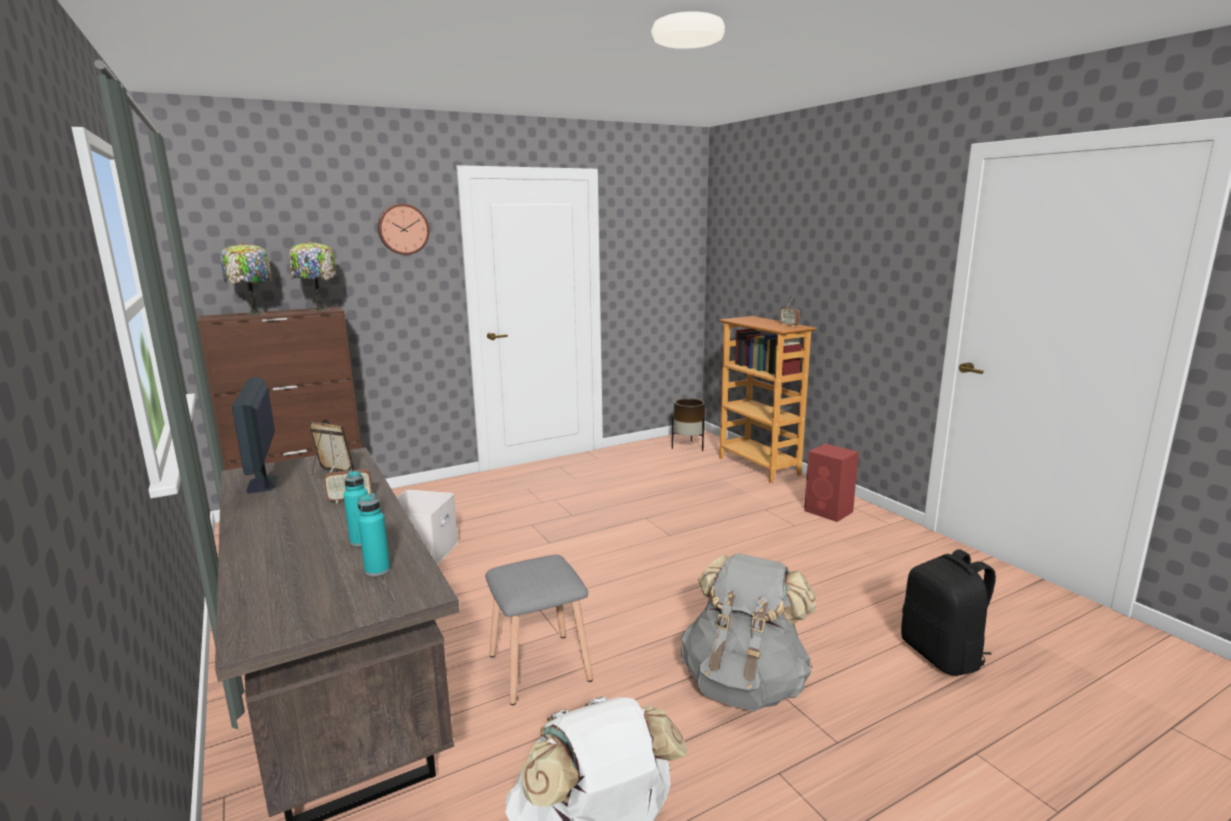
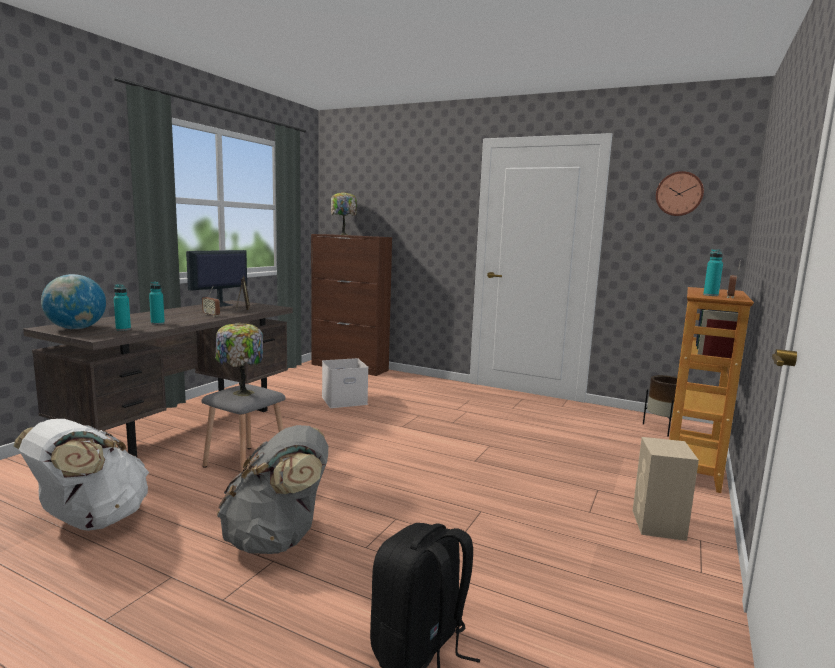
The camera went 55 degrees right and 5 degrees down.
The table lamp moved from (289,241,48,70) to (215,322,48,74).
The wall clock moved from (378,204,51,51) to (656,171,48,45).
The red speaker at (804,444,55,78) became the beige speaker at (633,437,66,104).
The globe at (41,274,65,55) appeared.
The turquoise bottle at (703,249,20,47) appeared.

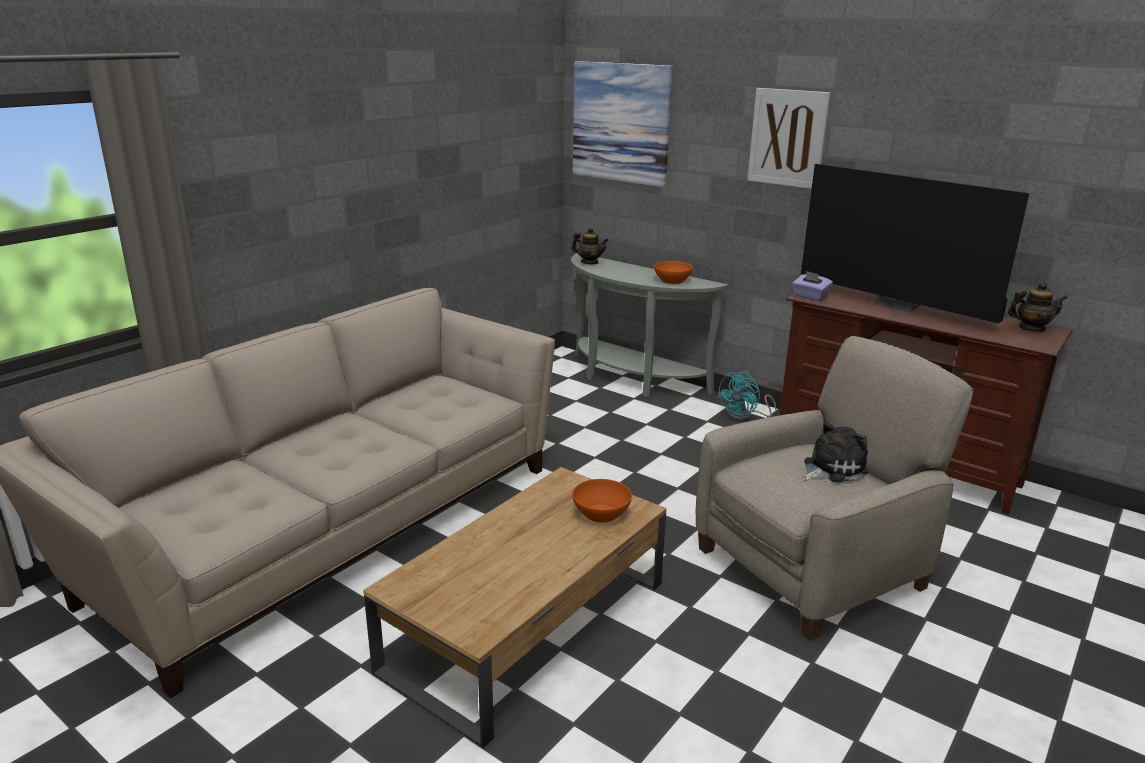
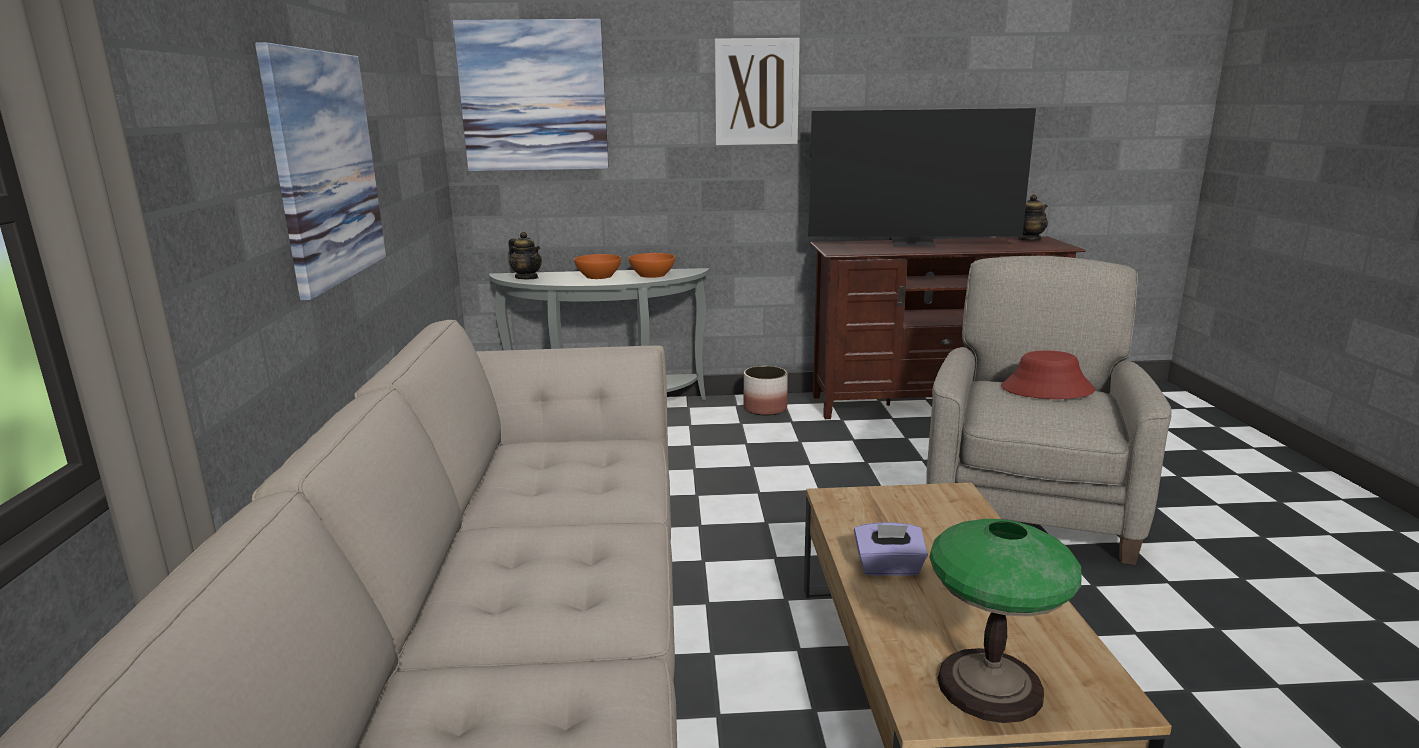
The camera went 40 degrees left and 5 degrees down.
The teapot at (571,227,38,37) turned 60 degrees clockwise.
The orange bowl moved from (572,479,60,44) to (574,254,47,25).
The turquoise fan at (717,371,59,51) was replaced by the planter at (743,366,45,50).
The purple tissue box moved from (792,271,41,30) to (854,522,74,54).
The plush toy at (803,422,66,60) was replaced by the red hat at (1001,351,94,48).
The picture at (255,42,131,258) appeared.
The table lamp at (929,519,152,204) appeared.

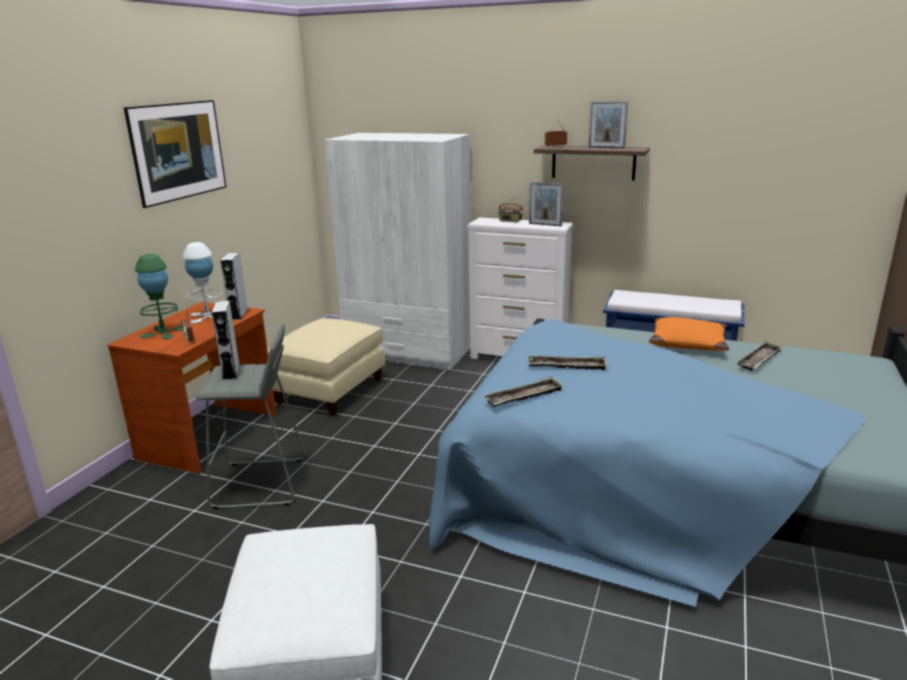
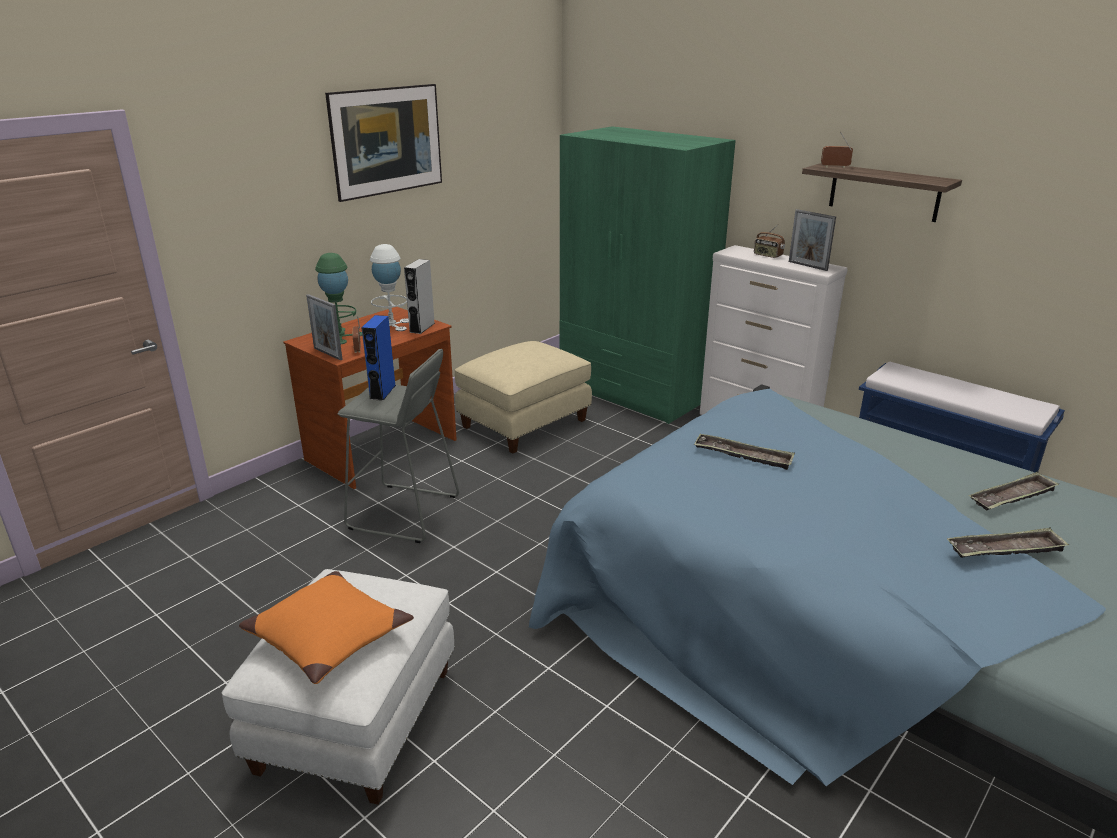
The camera went 20 degrees right and 5 degrees up.
The grey speaker at (212,300,28,80) became the blue speaker at (361,315,35,86).
The white wardrobe at (324,133,147,237) became the green wardrobe at (560,126,176,298).
The tray moved from (483,376,81,31) to (947,527,122,31).
The picture frame moved from (588,101,40,47) to (306,294,37,66).
The orange pillow moved from (649,317,80,34) to (239,571,175,113).

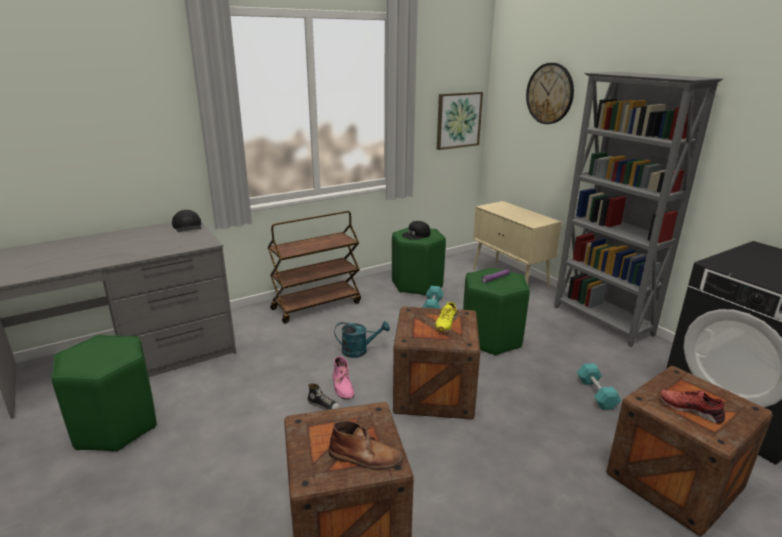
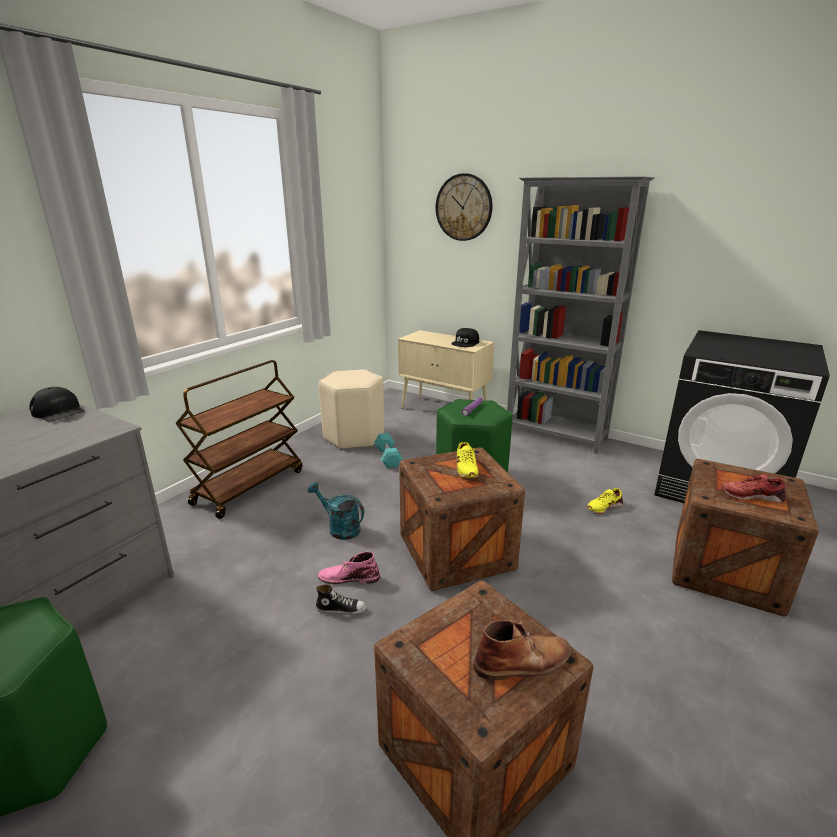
The camera went 25 degrees left and 0 degrees up.
The pink boot at (333,356,21,43) turned 135 degrees clockwise.
The turquoise watering can at (334,321,56,37) turned 120 degrees counterclockwise.
The green stool at (392,227,54,68) became the beige stool at (319,369,65,80).
The black cap moved from (402,221,29,19) to (451,328,28,19).
The picture at (437,92,46,58) disappeared.
The turquoise dumbbell at (577,363,44,47) was replaced by the yellow shoe at (587,488,36,26).

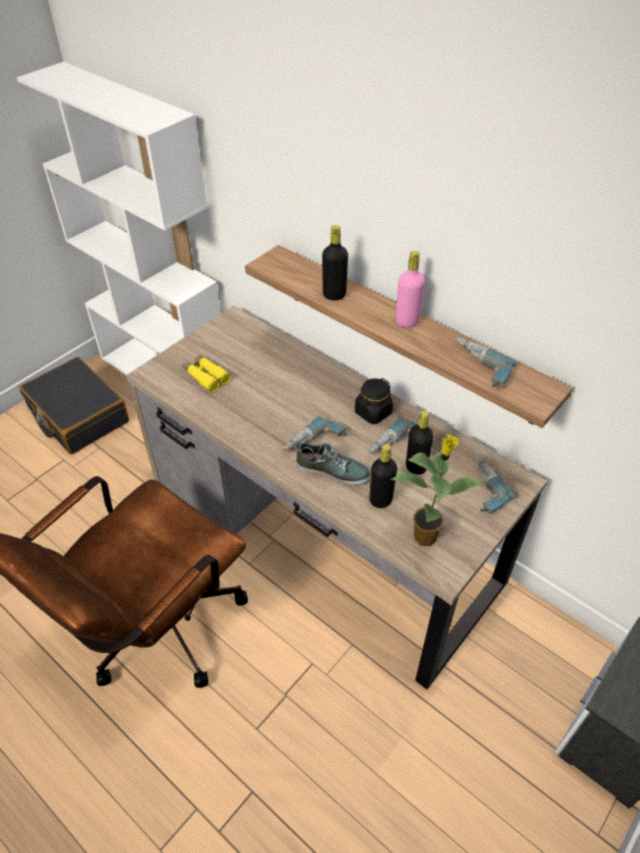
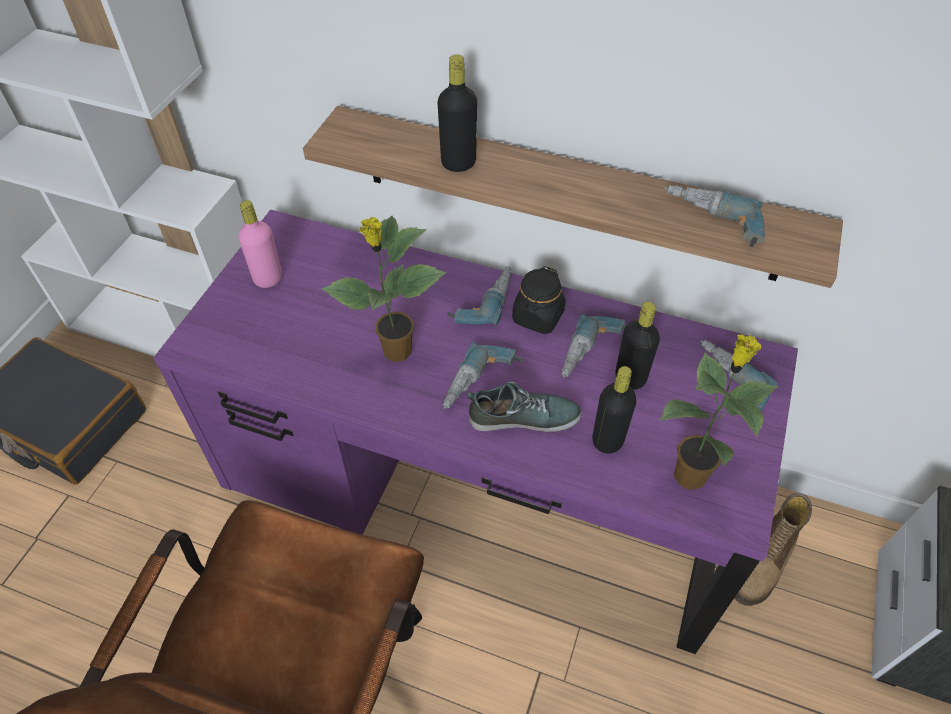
The camera went 20 degrees left and 5 degrees up.
The brown desk at (126,305,422,384) became the purple desk at (153,209,645,445).
The yellow binoculars at (182,354,49,38) disappeared.
The pink bottle moved from (395,251,30,77) to (238,200,44,88).
The potted plant at (321,216,125,146) appeared.
The power drill at (447,266,64,60) appeared.
The boot at (734,493,78,113) appeared.

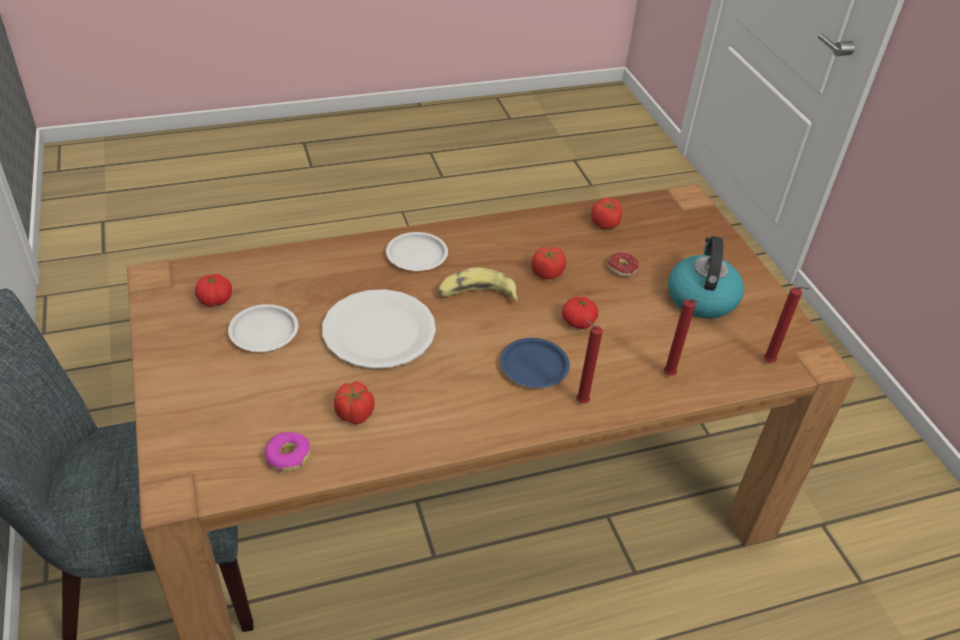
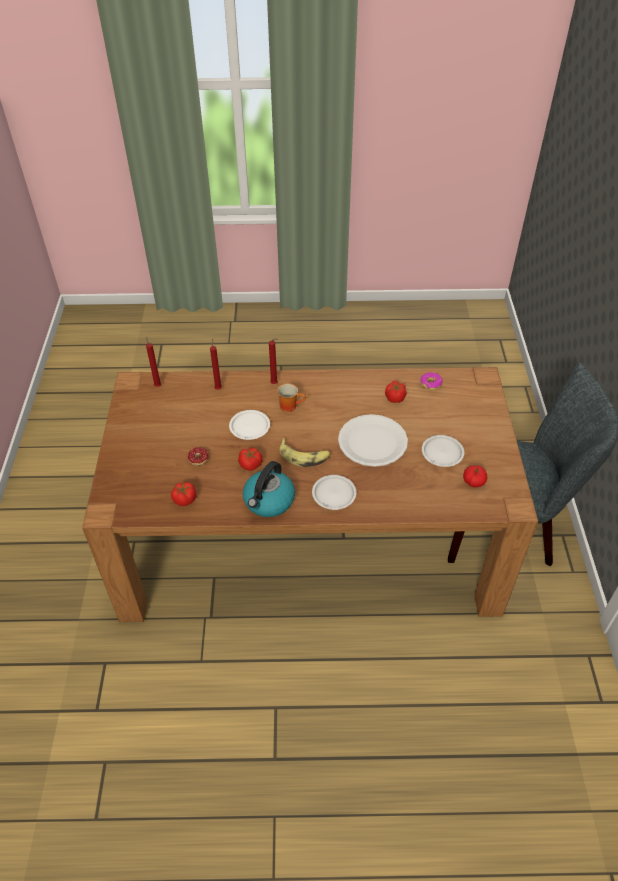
The camera went 160 degrees left and 5 degrees up.
The blue plate at (500,338,70,50) was replaced by the mug at (277,383,29,29).
The tomato at (562,297,36,32) was replaced by the white plate at (229,410,41,30).
The kettle moved from (668,236,76,83) to (243,461,52,56).

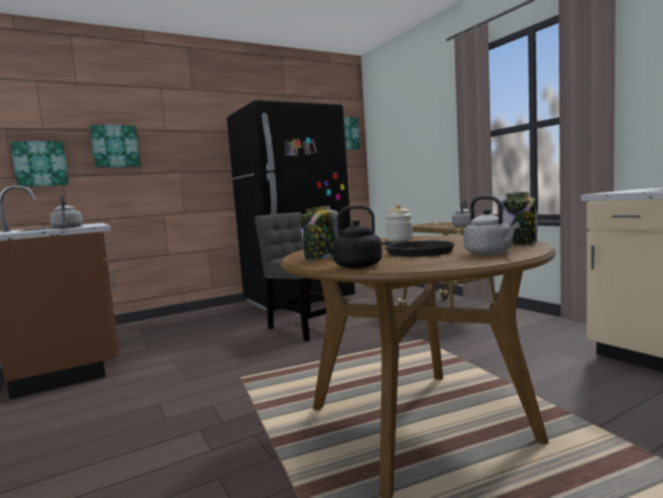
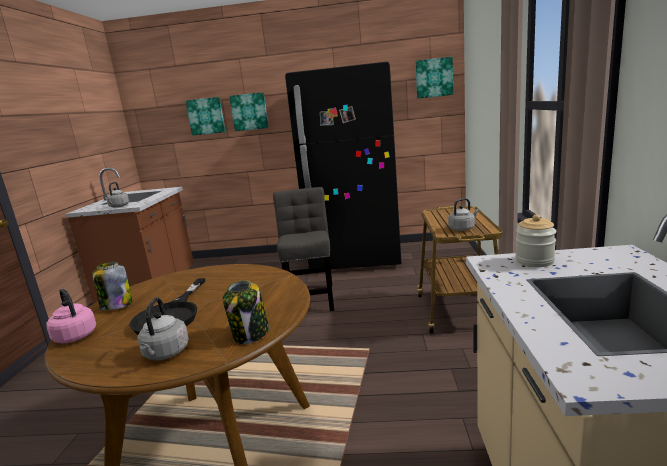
The camera went 35 degrees right and 10 degrees up.
The picture moved from (10,141,59,46) to (229,92,40,39).
The black kettle at (320,205,62,63) became the pink kettle at (46,289,50,54).
The jar moved from (385,204,28,37) to (515,214,41,53).

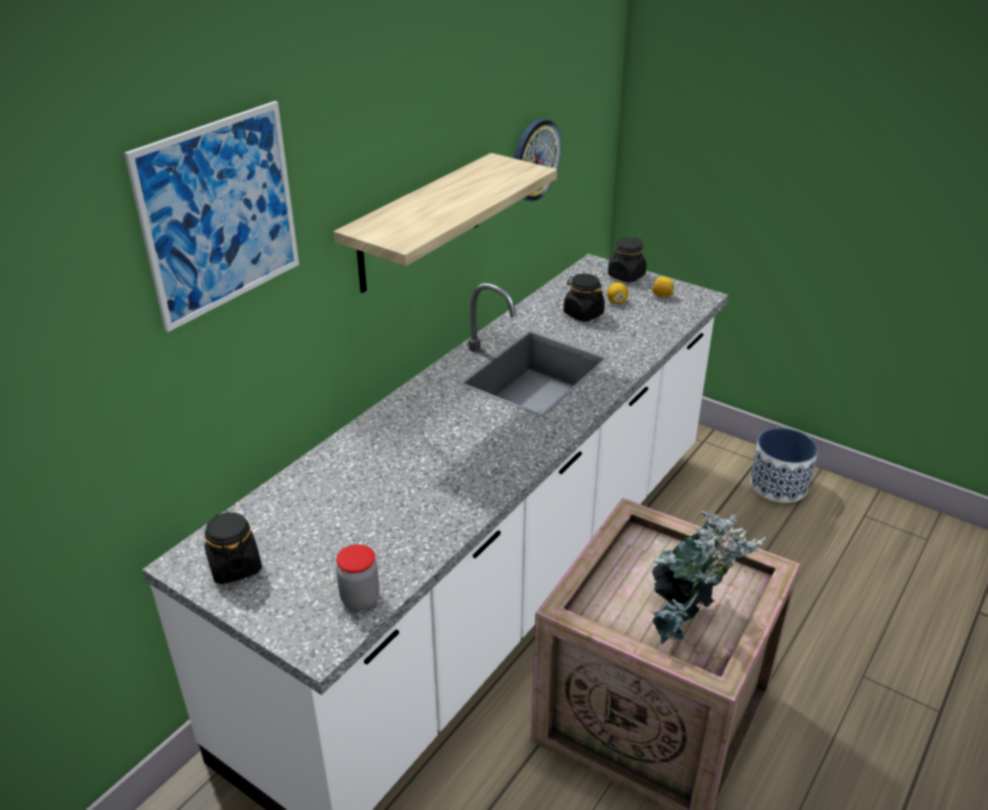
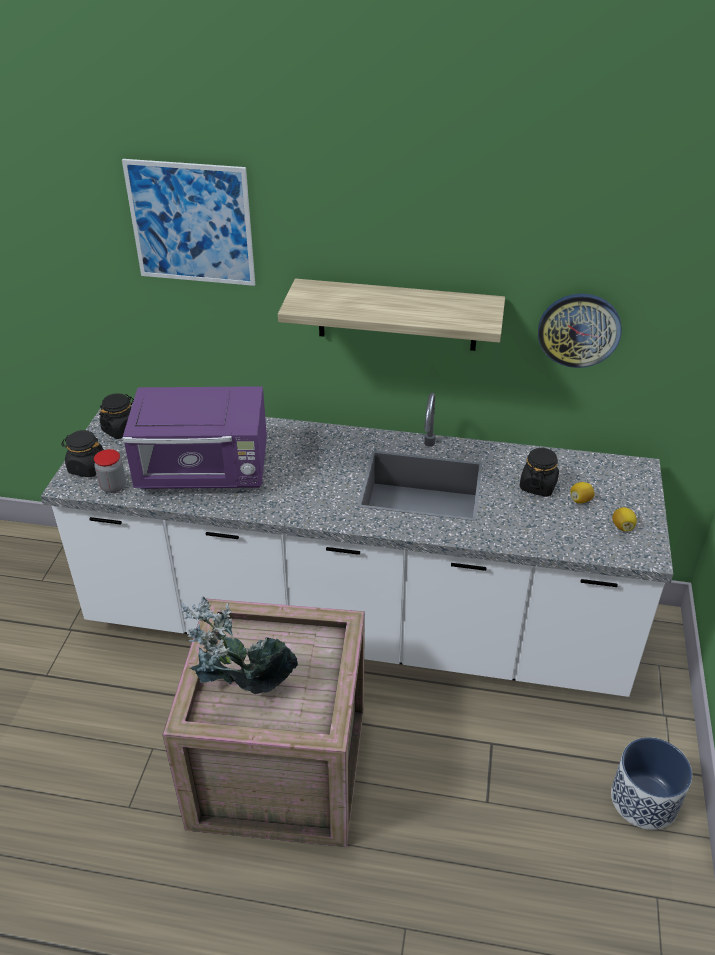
The camera went 65 degrees right and 5 degrees up.
The black jar moved from (608,238,39,44) to (61,430,43,47).
The purple microwave at (122,386,145,103) appeared.

